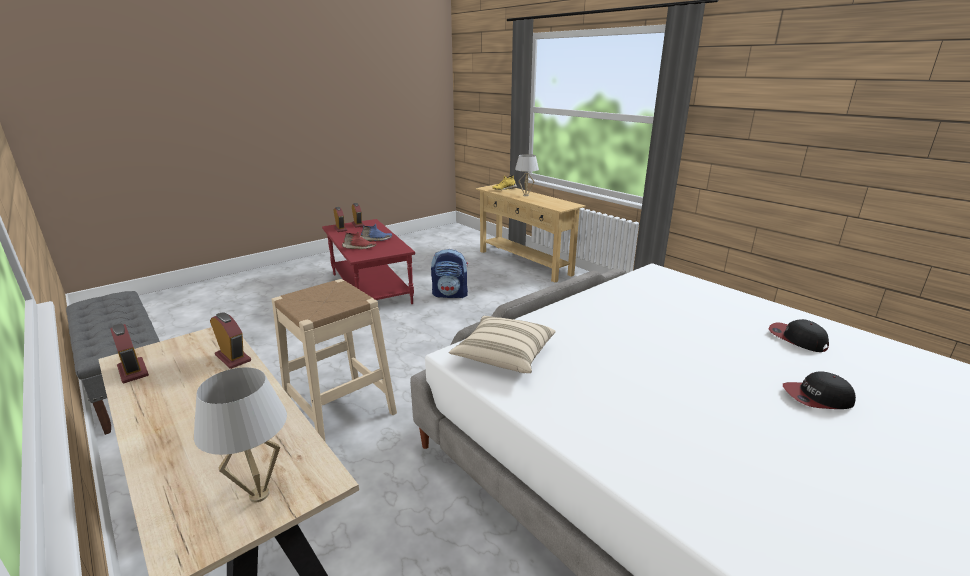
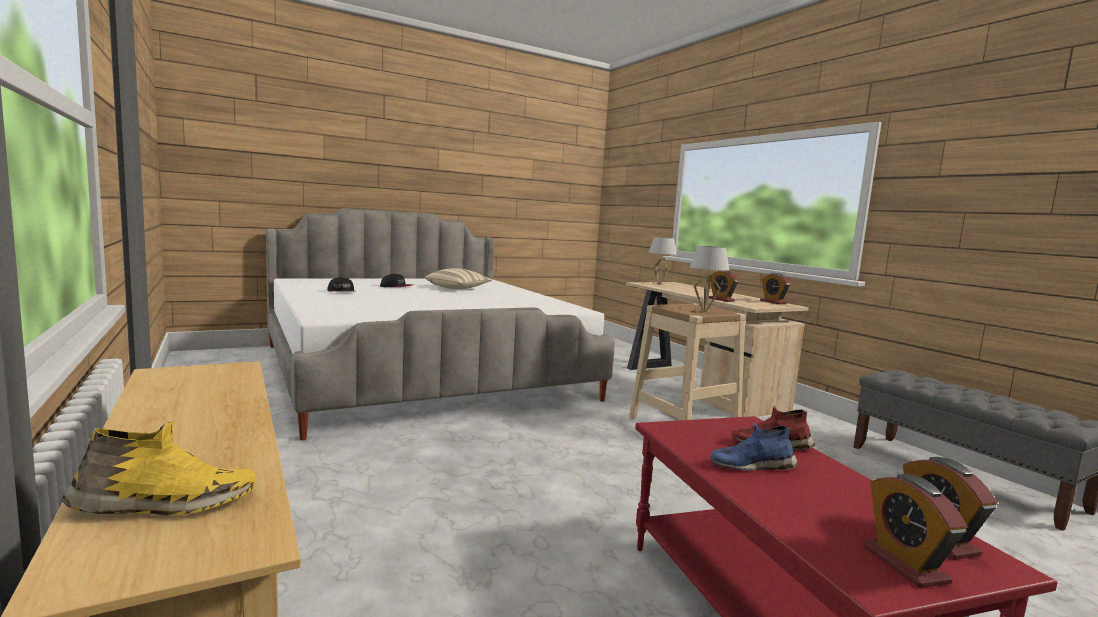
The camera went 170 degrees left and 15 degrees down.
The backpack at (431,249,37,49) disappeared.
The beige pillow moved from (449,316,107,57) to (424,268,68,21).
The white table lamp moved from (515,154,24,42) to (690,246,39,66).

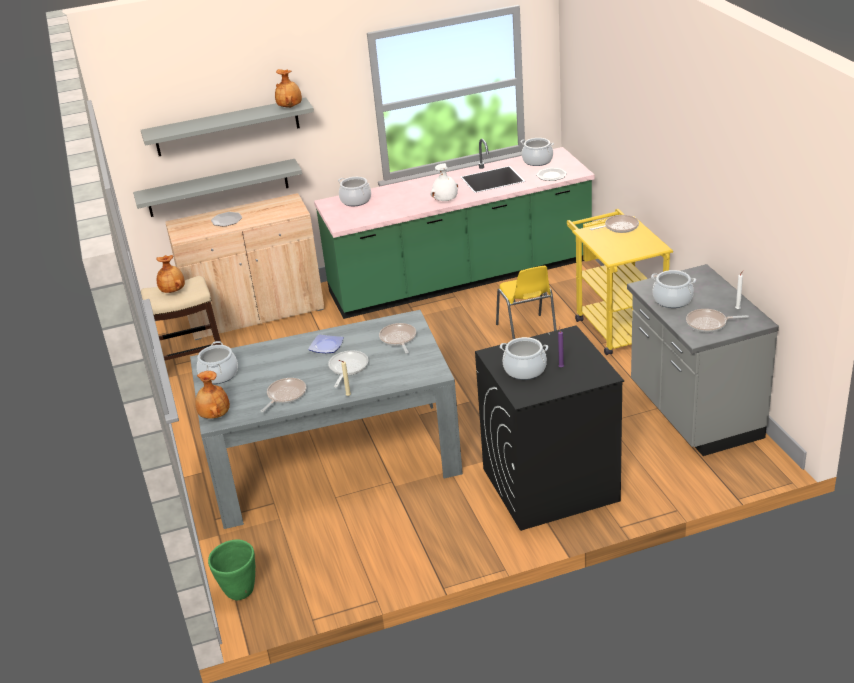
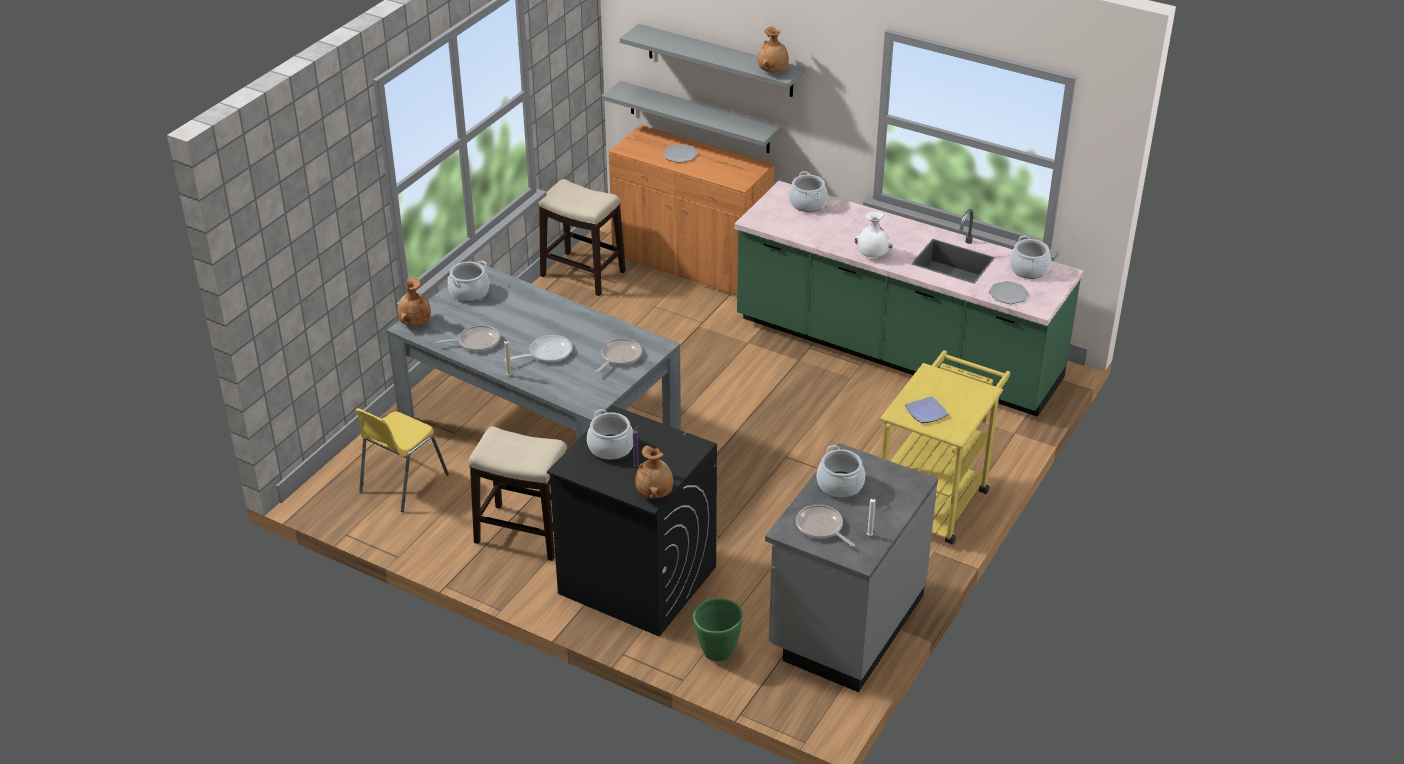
The camera went 45 degrees right and 5 degrees up.
The brown vase moved from (156,255,29,38) to (635,445,38,54).
The beige cabinet at (165,193,160,147) became the orange cabinet at (609,125,166,170).
The green planter moved from (208,539,47,61) to (693,598,50,63).
The plate moved from (308,334,36,19) to (905,396,43,27).
The yellow chair moved from (496,266,61,73) to (355,408,94,104).
The frying pan at (590,215,49,18) disappeared.
The stool at (469,426,98,135) appeared.

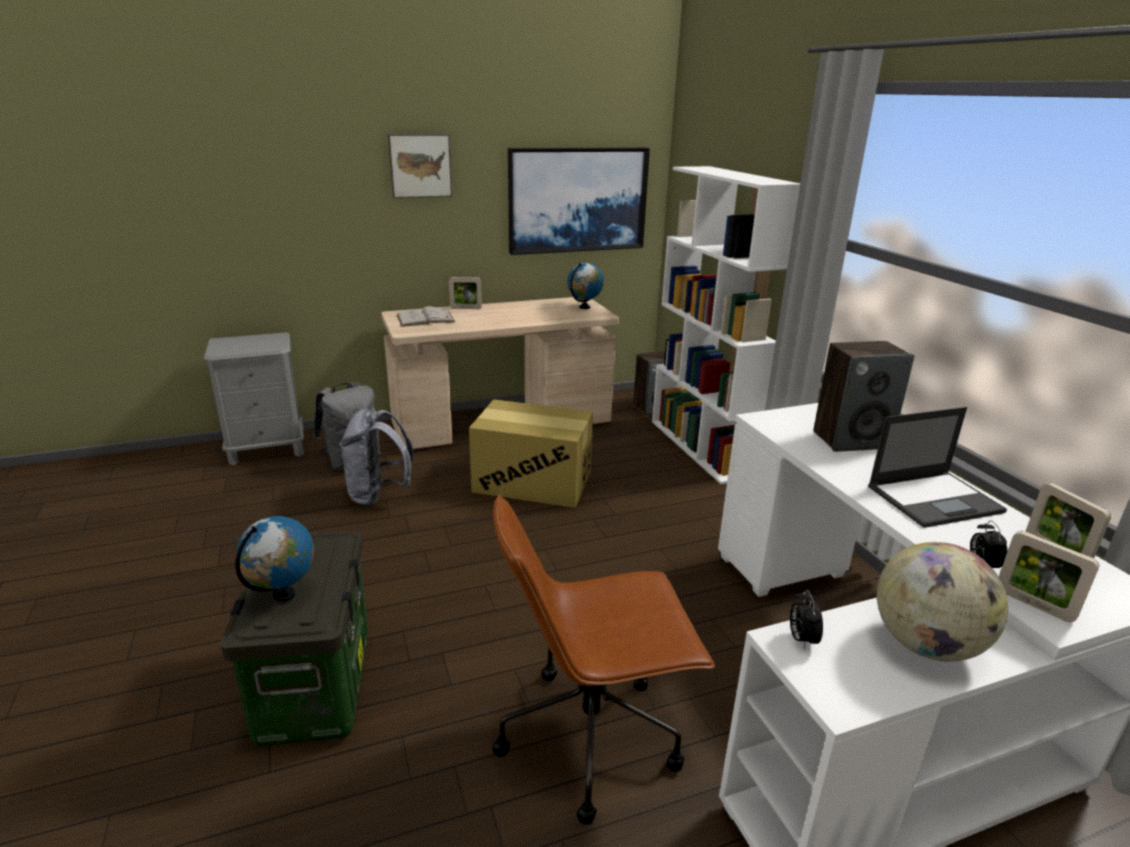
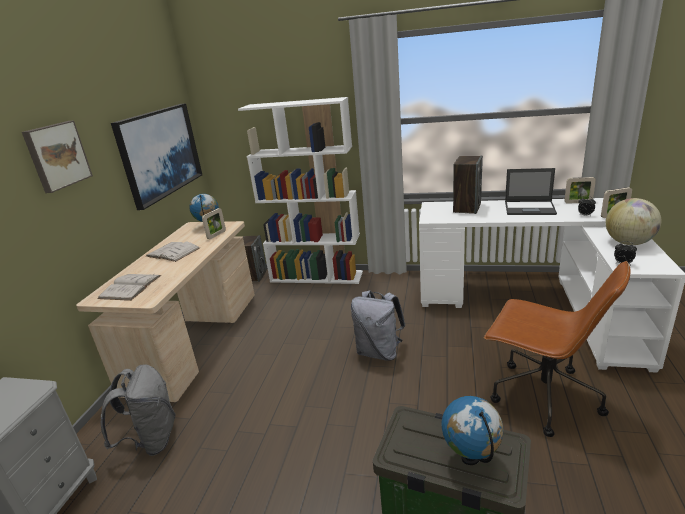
The camera went 55 degrees left and 0 degrees up.
The grey backpack moved from (339,408,75,99) to (351,290,55,71).
The picture frame moved from (449,277,33,32) to (202,208,24,31).
The cardboard box at (469,399,124,109) disappeared.
The brown office chair at (493,495,222,330) turned 75 degrees counterclockwise.
The laptop at (868,407,139,121) turned 90 degrees clockwise.
The white book at (146,241,54,21) appeared.

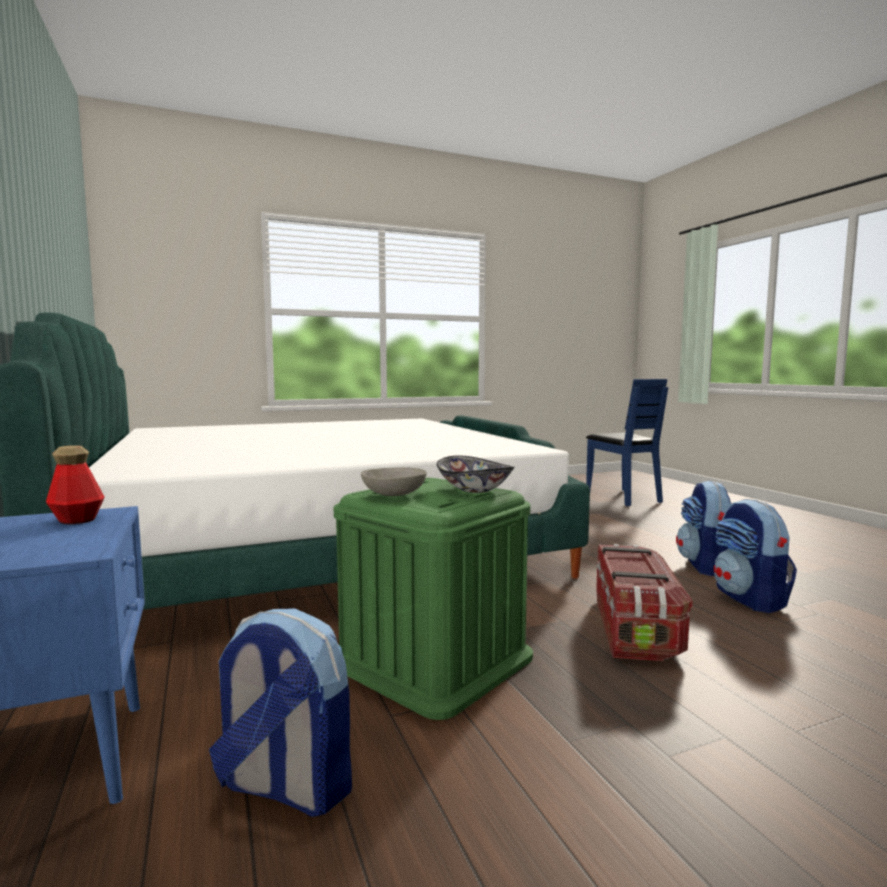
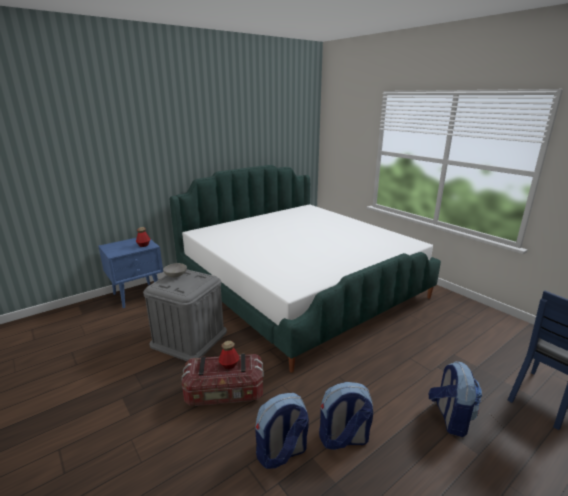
The camera went 75 degrees right and 15 degrees up.
The backpack moved from (209,608,143,209) to (428,361,54,76).
The green storage box at (334,478,199,242) became the grey storage box at (143,269,84,92).
The bowl at (437,456,77,37) disappeared.
The bottle at (219,341,20,28) appeared.

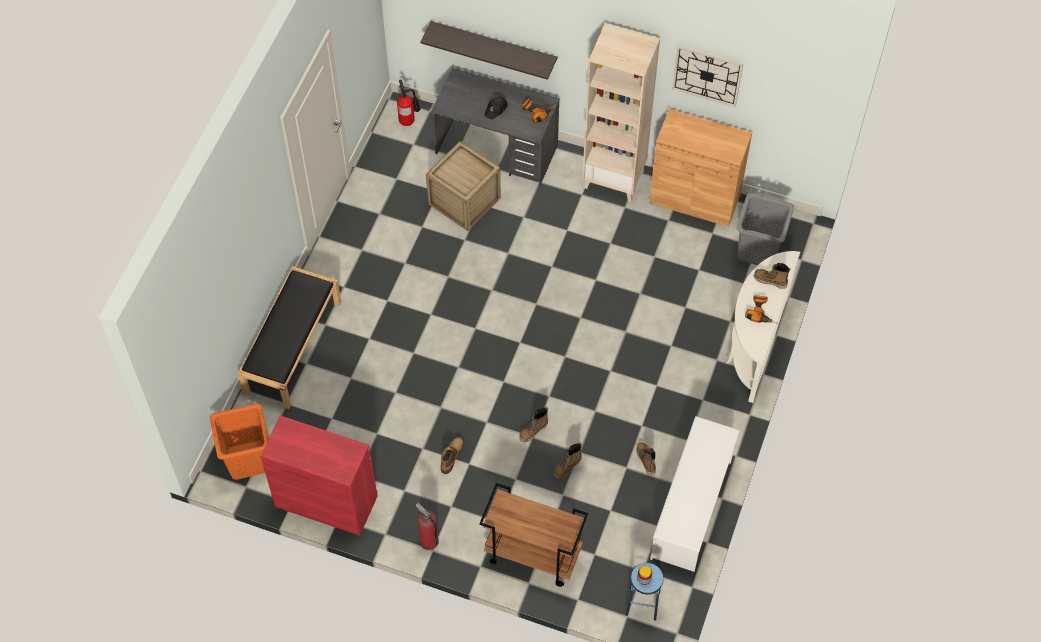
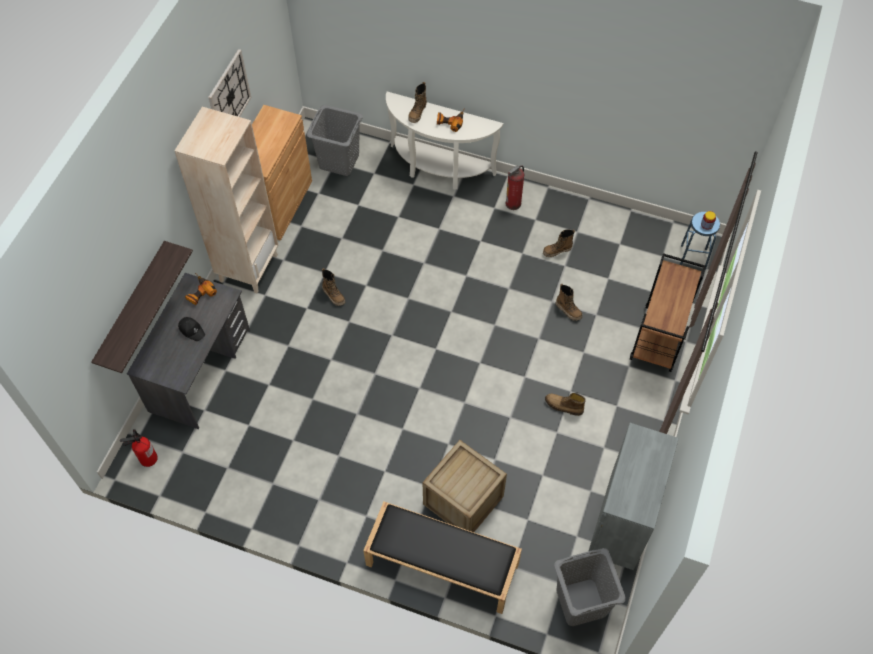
The camera went 90 degrees left and 0 degrees up.
The orange laundry basket at (210,403,59,77) became the grey laundry basket at (554,548,72,78).
The red cabinet at (260,415,118,121) became the grey cabinet at (589,423,90,147).
The fire extinguisher moved from (415,503,24,47) to (505,165,19,45).
The crate moved from (426,141,75,90) to (422,440,85,92).
The boot moved from (519,407,29,35) to (322,268,23,38).
The white shoe rack at (650,416,90,156) disappeared.

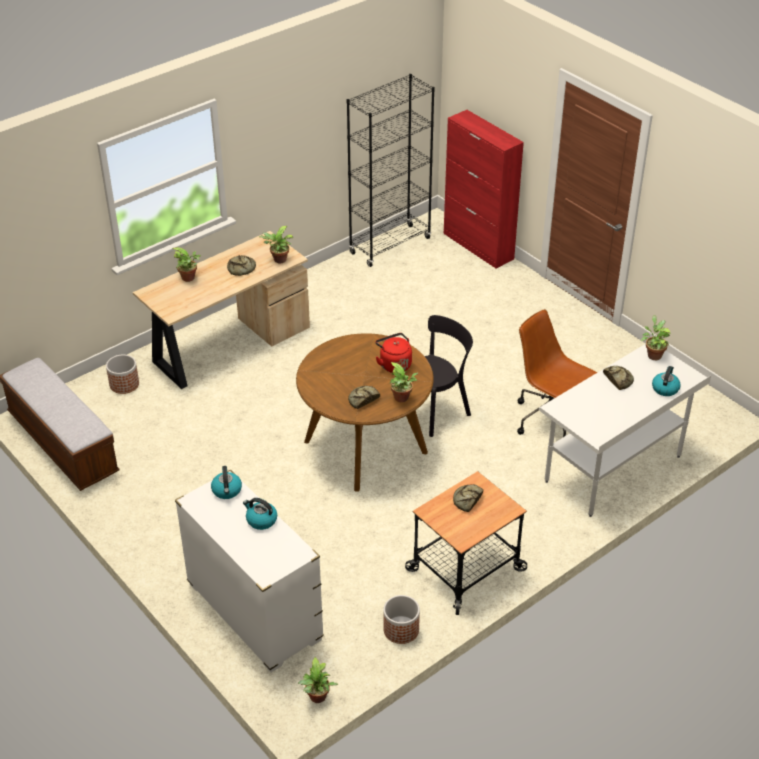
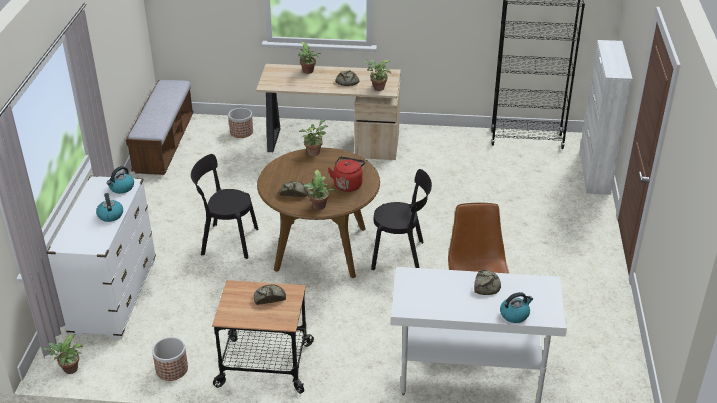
The camera went 45 degrees right and 5 degrees down.
The red cabinet at (444,110,80,159) became the white cabinet at (580,40,53,155).
The potted plant moved from (641,315,30,45) to (299,119,29,37).
The black chair at (191,154,67,105) appeared.

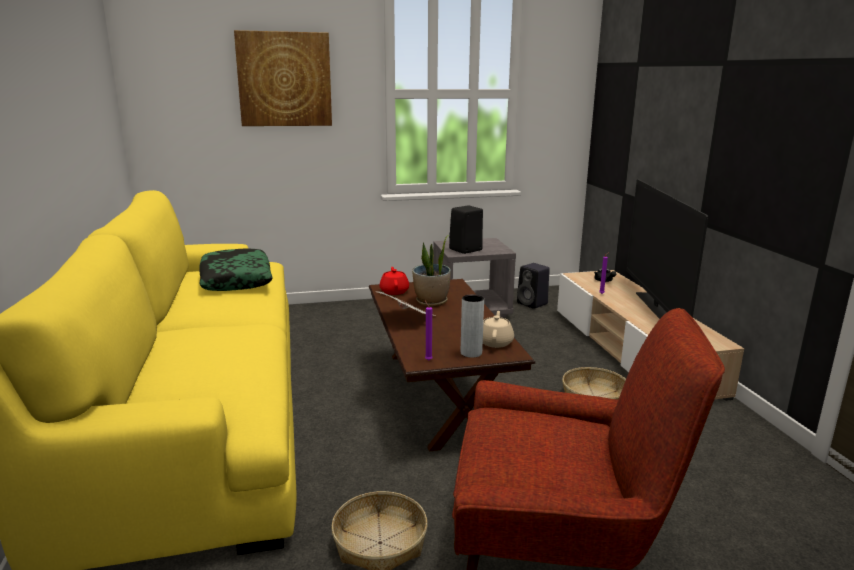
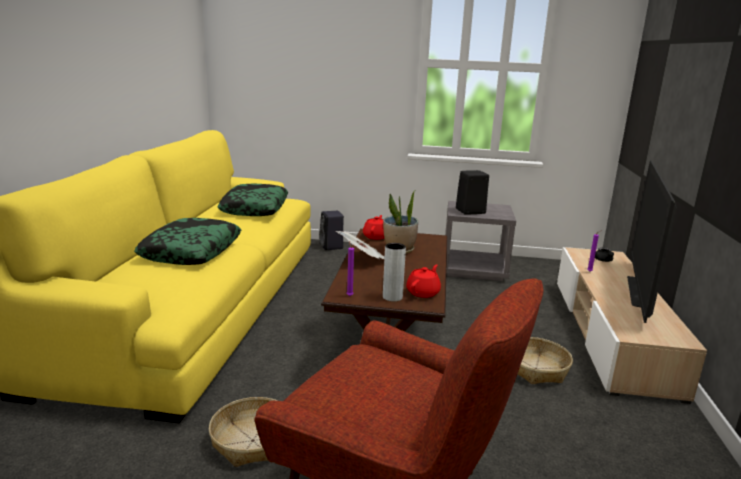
The camera went 20 degrees right and 0 degrees up.
The picture at (234,30,98,96) disappeared.
The beige teapot at (483,311,31,37) became the red teapot at (406,264,35,34).
The black speaker moved from (517,263,33,46) to (319,211,25,39).
The pillow at (134,218,107,47) appeared.

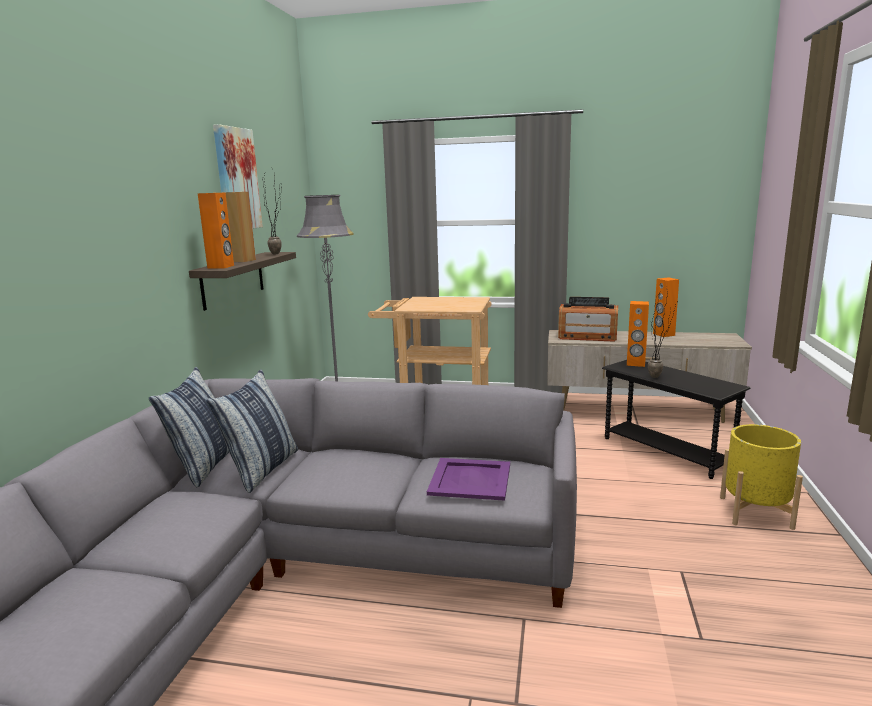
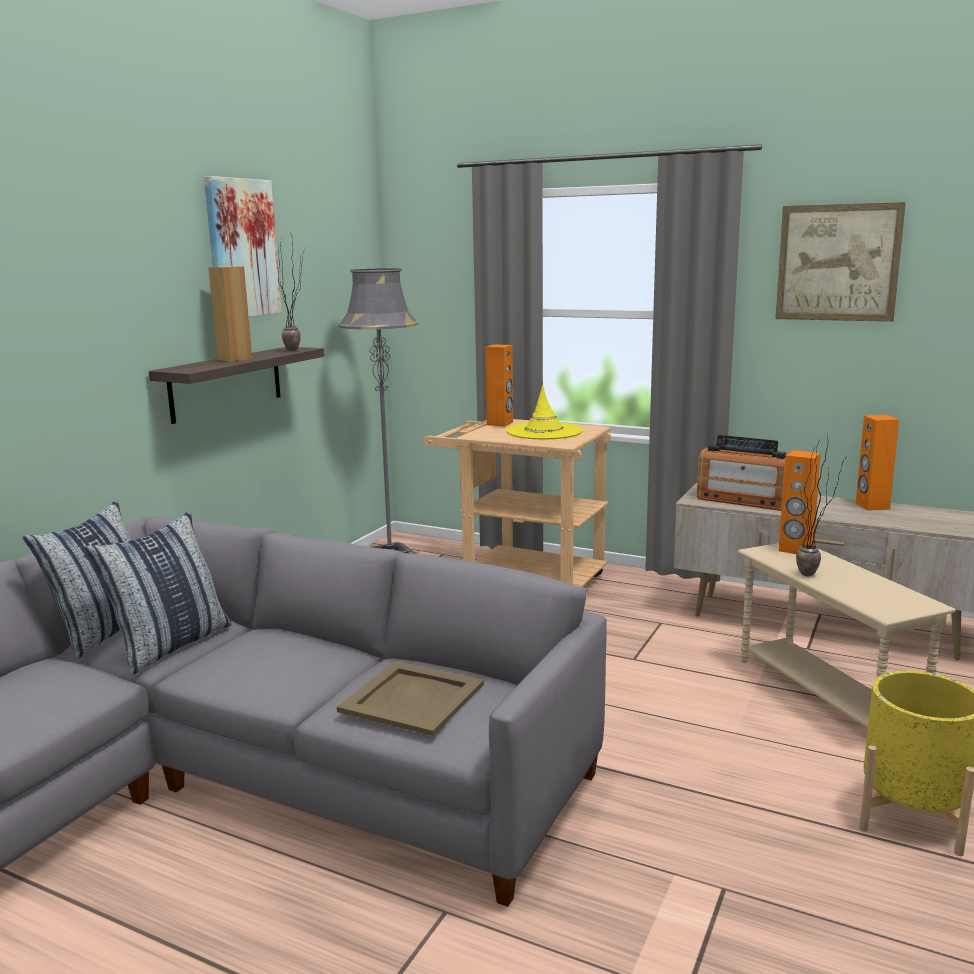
The camera went 15 degrees right and 0 degrees up.
The orange speaker moved from (198,193,36,76) to (485,344,28,83).
The purple tray at (427,458,83,43) became the beige tray at (337,661,147,75).
The black side table at (602,360,148,119) became the beige side table at (738,543,218,186).
The yellow hat at (506,385,77,54) appeared.
The picture at (775,202,131,120) appeared.

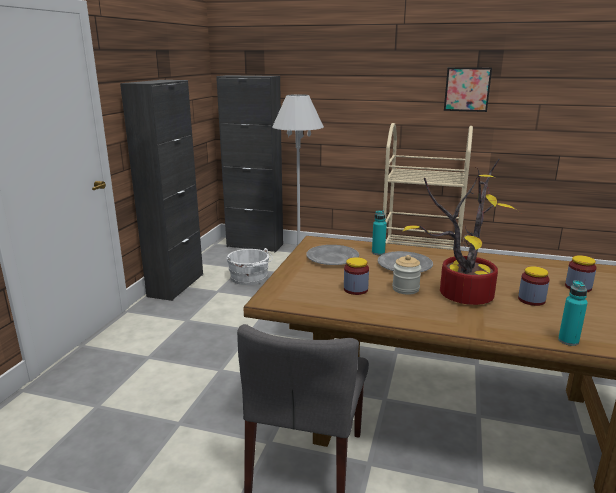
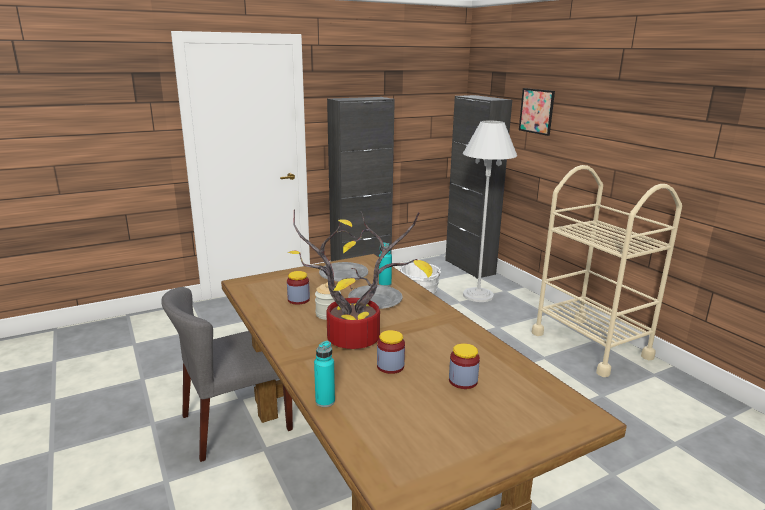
The camera went 45 degrees right and 0 degrees up.
The picture moved from (444,67,48,45) to (519,88,36,48).

